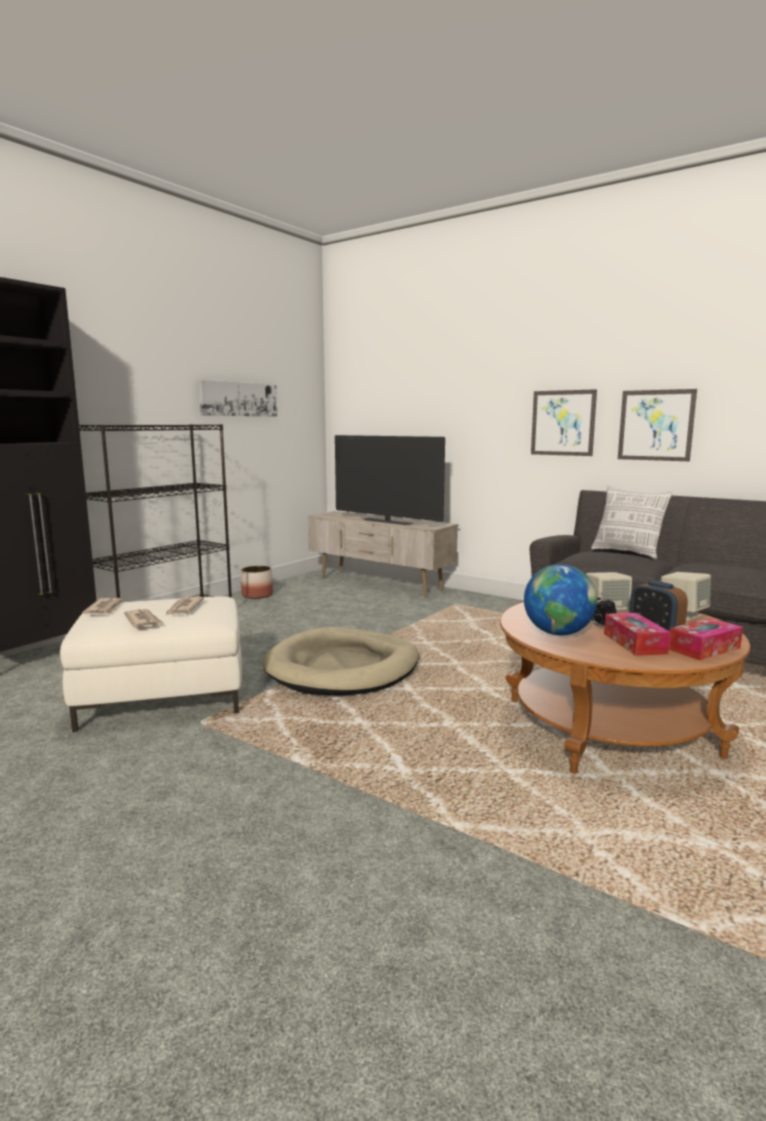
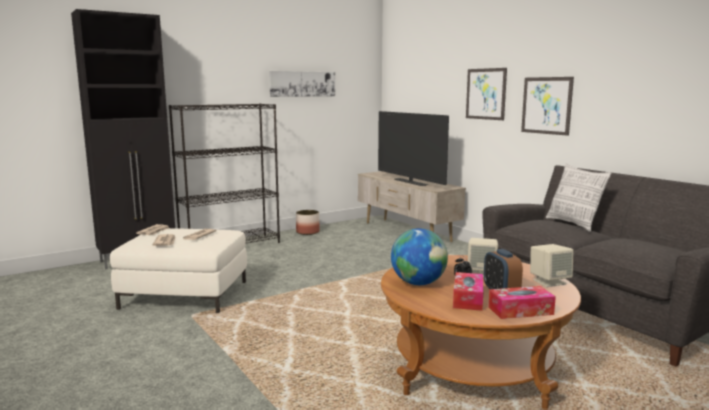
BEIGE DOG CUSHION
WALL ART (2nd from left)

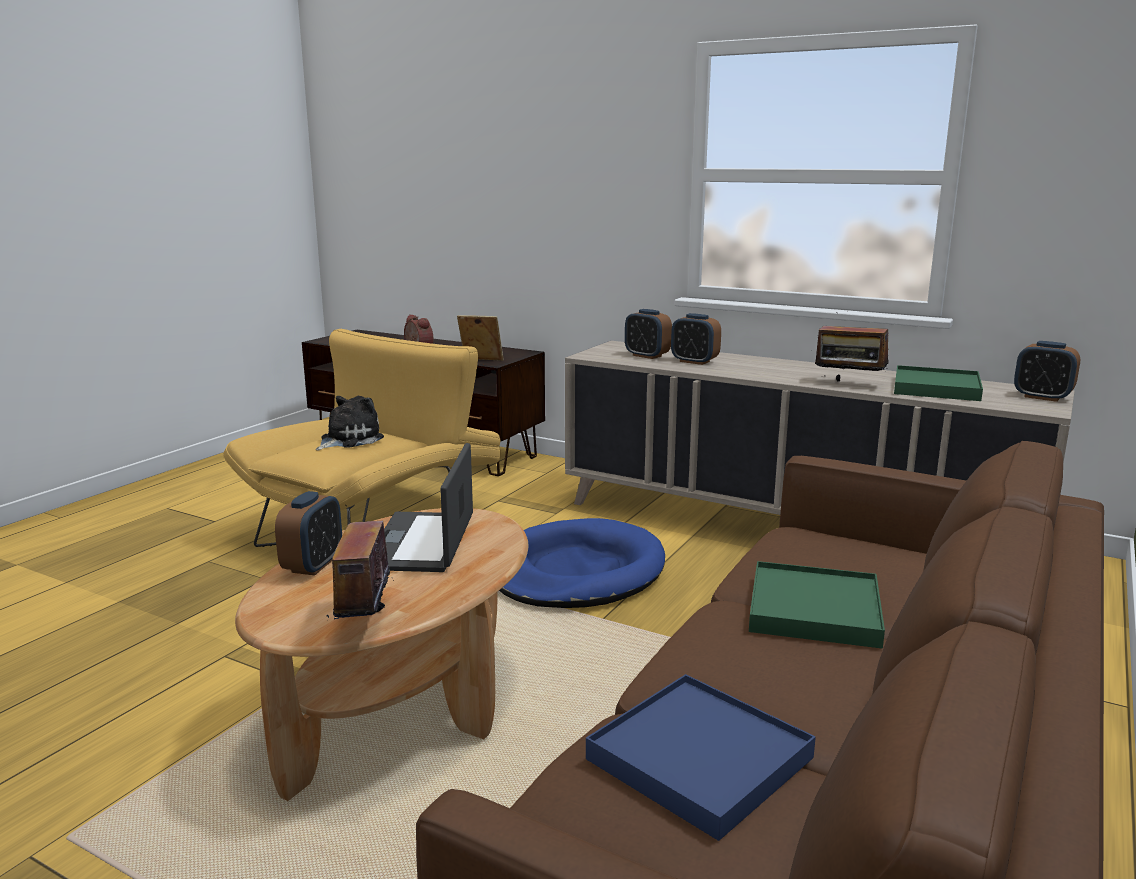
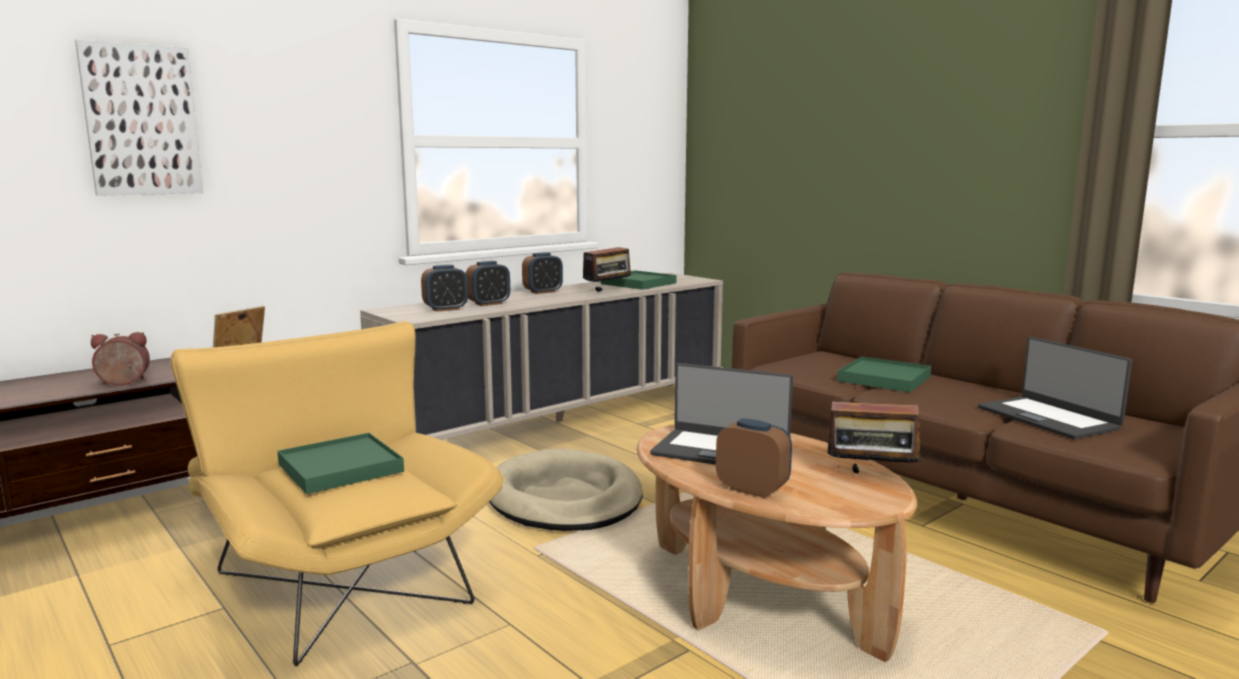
WALL ART
ALARM CLOCK (4th from left)
GREENISH CARRYING TRAY (1st from left)
PORTABLE COMPUTER (2nd from left)
BEIGE DOG CUSHION

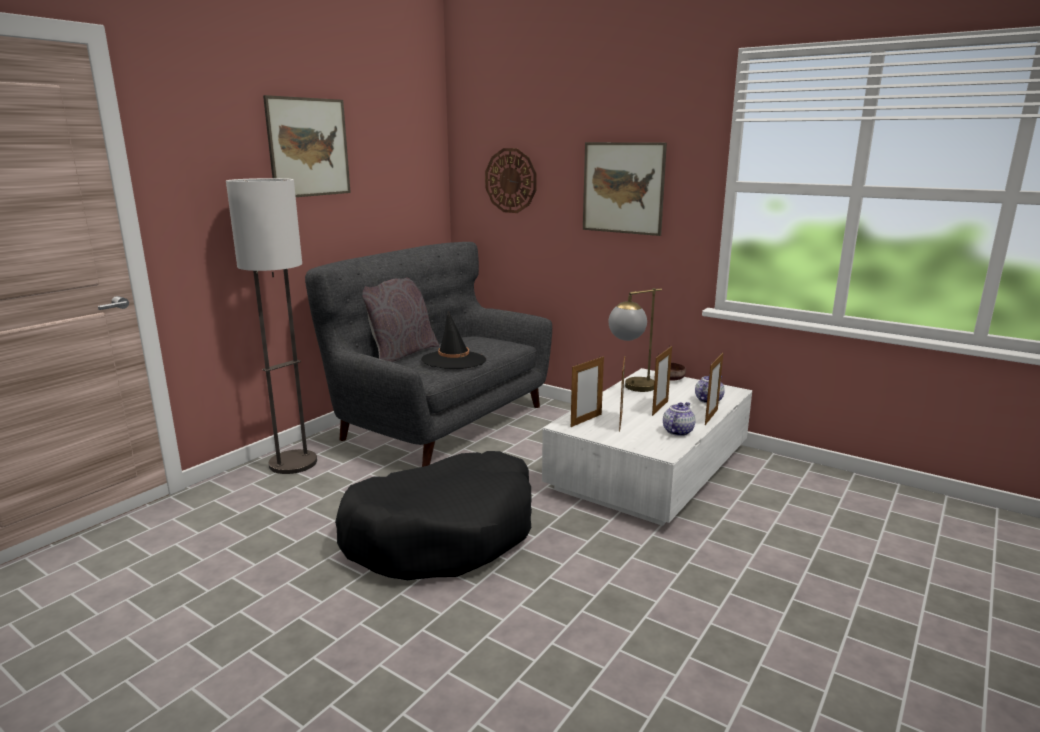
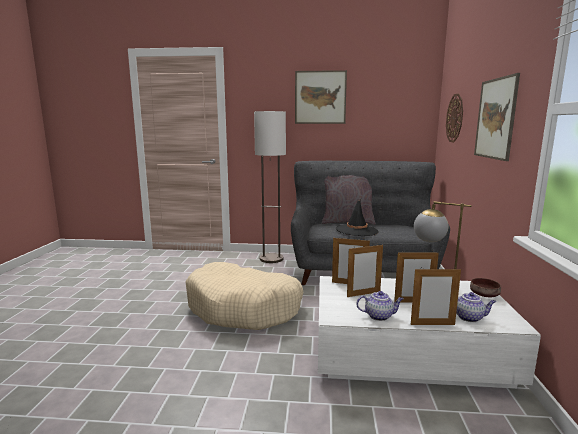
BEIGE DOG CUSHION

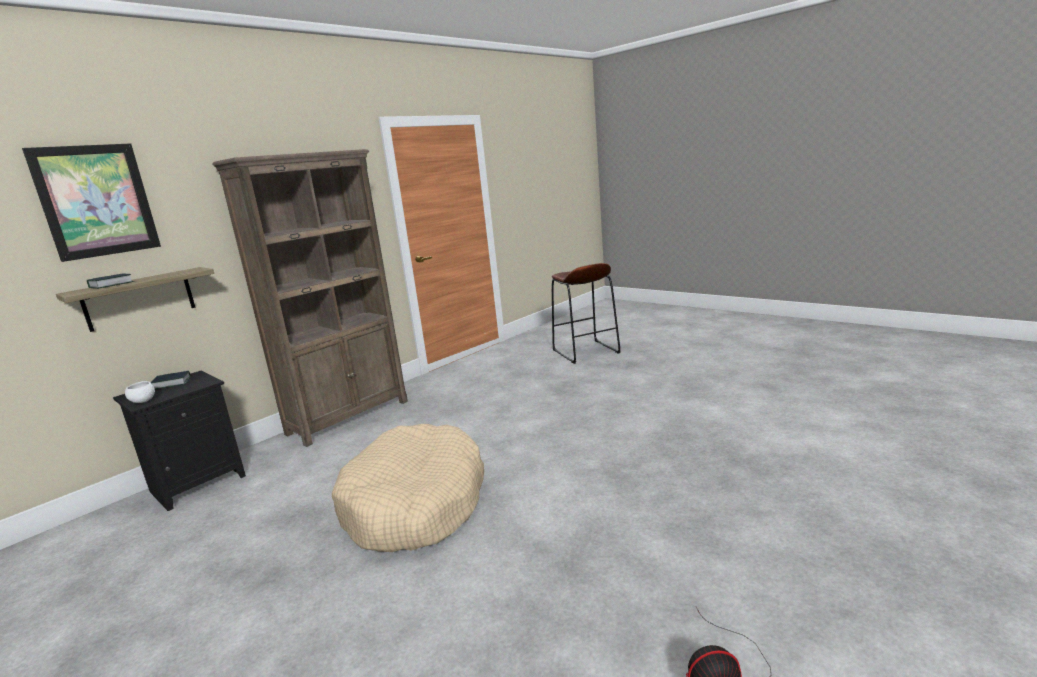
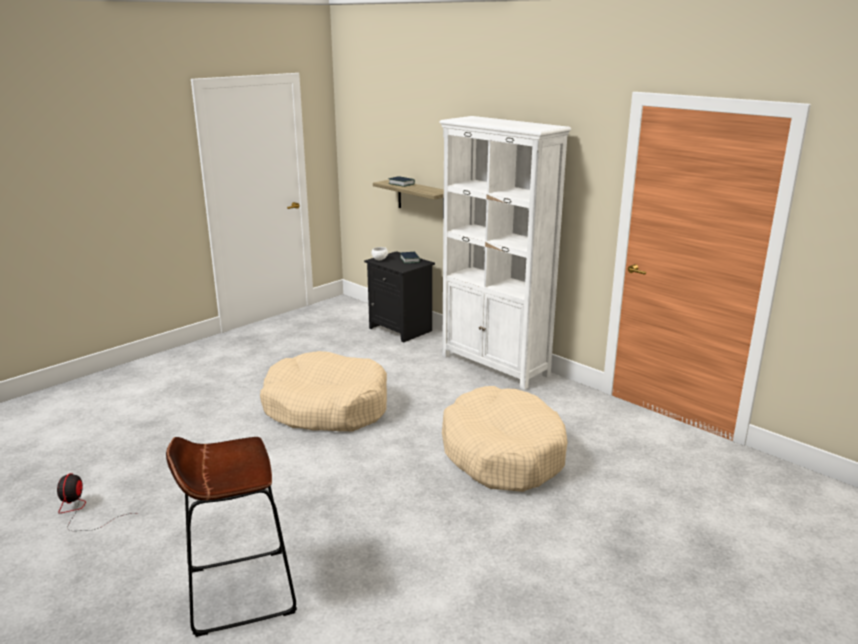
WALL ART
BEIGE DOG CUSHION (2nd from left)
BROWN STOOL SEAT
WHITISH BOOKSHELF

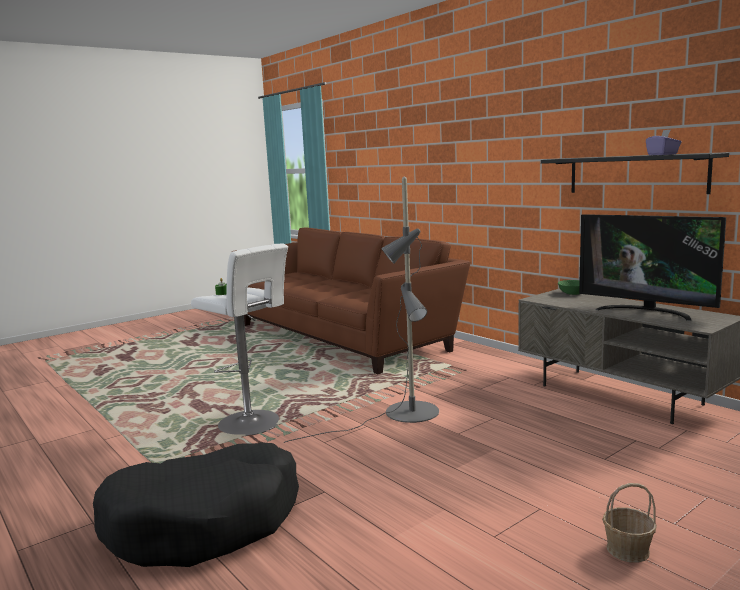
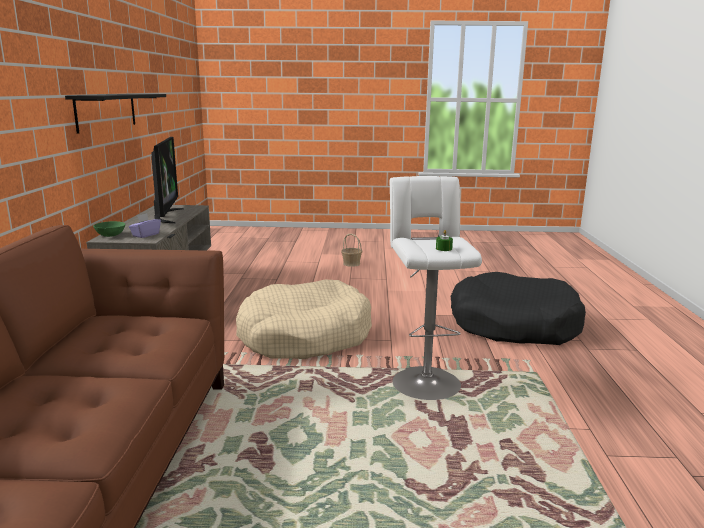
PURPLE-COLOURED TISSUE HOLDER
BEIGE DOG CUSHION

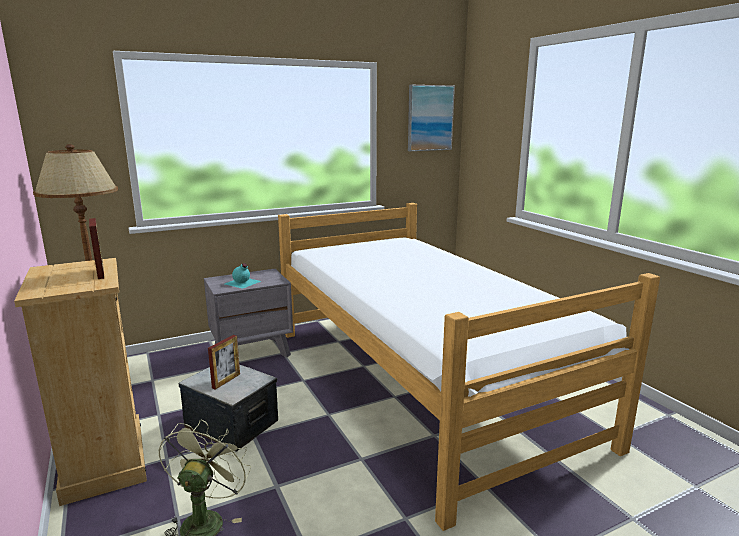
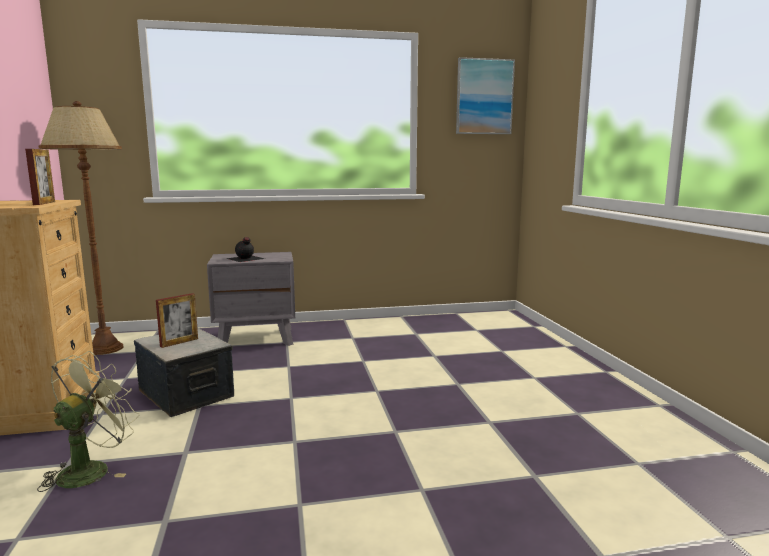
BEDROOM BED
BLACK-COLOURED BOTTLE

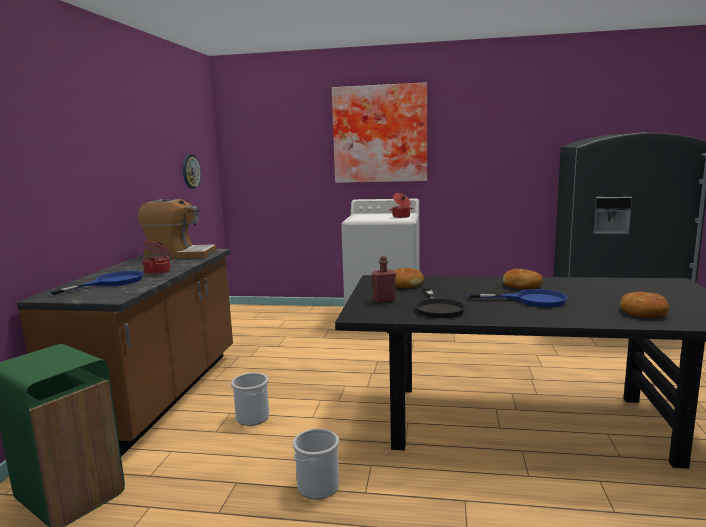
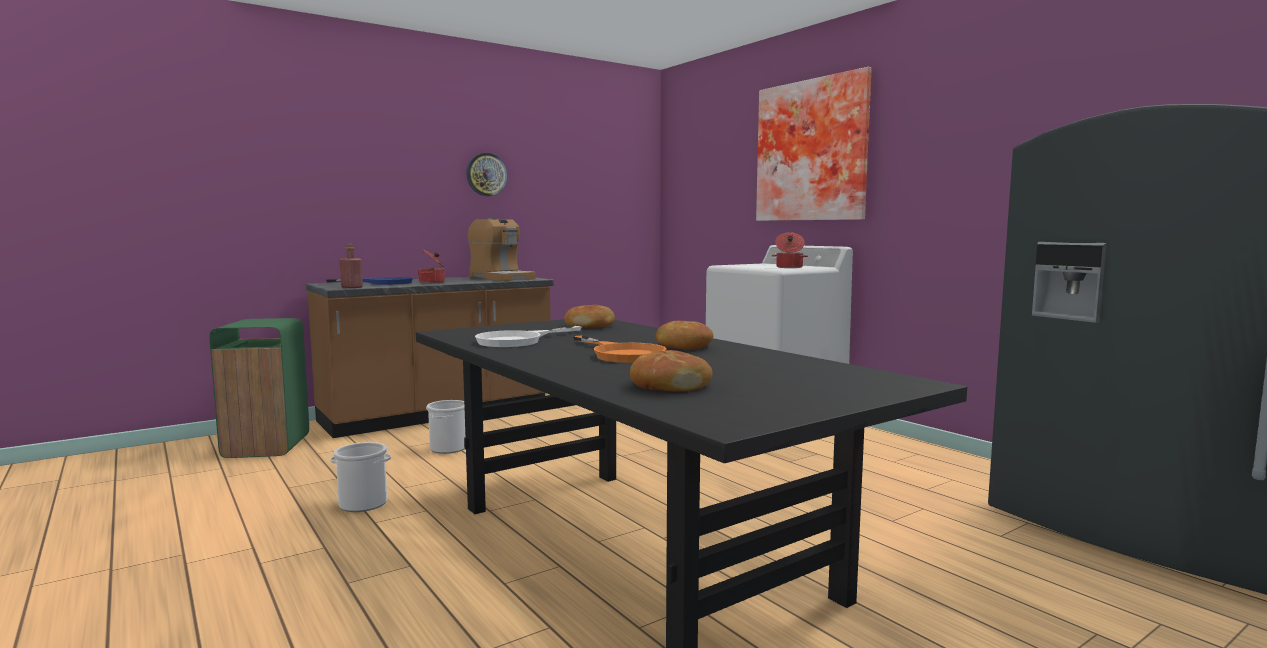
HANGING CLOCK
RED BOTTLE
WHITISH PAN
ORANGEY PAN

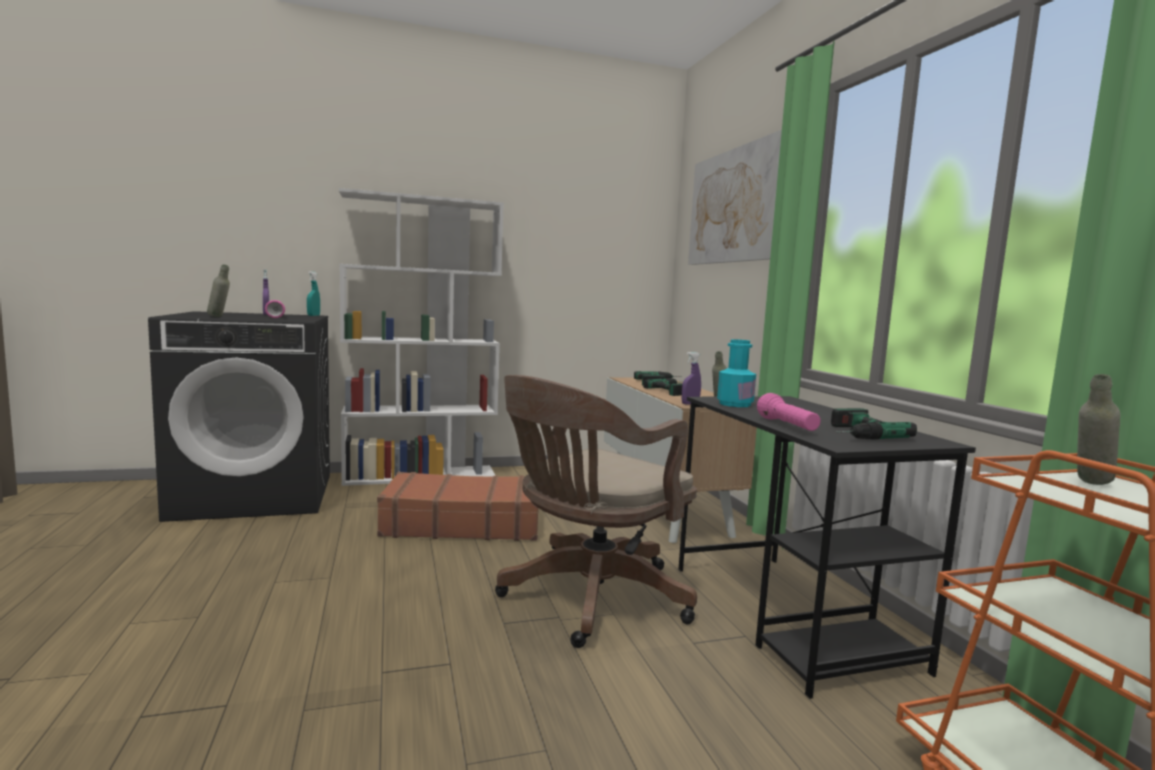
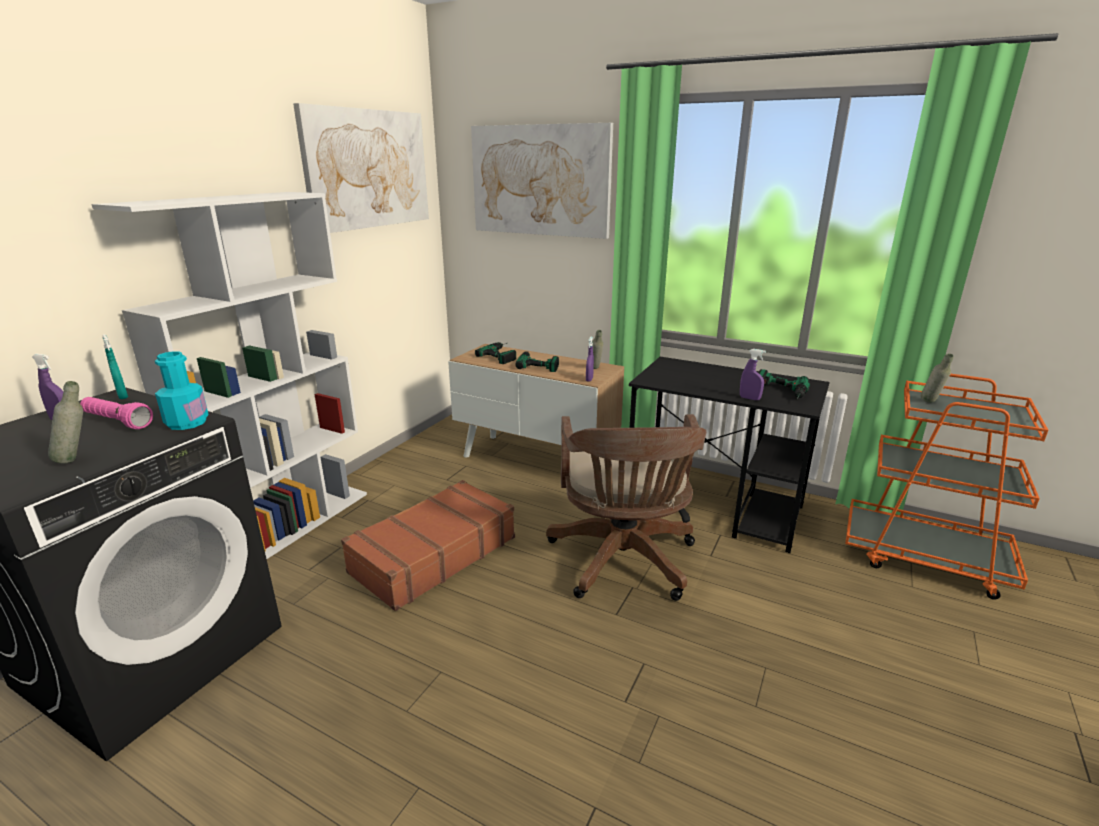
WALL ART (1st from left)
TURQUOISE-COLOURED BOTTLE
PURPLE-COLOURED SPRAYER (3rd from left)

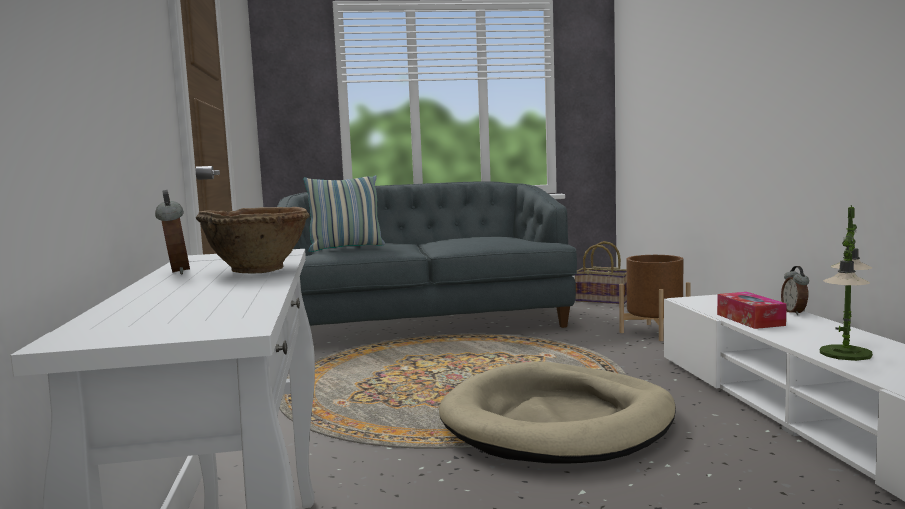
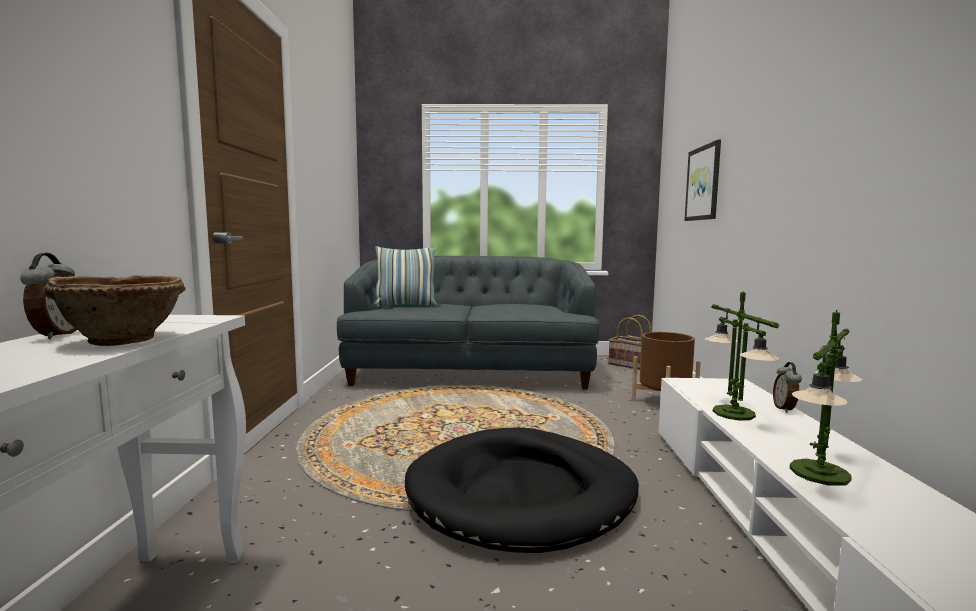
WALL ART
LAMP FOR A TABLE (1st from left)
BLACK-COLOURED DOG CUSHION

